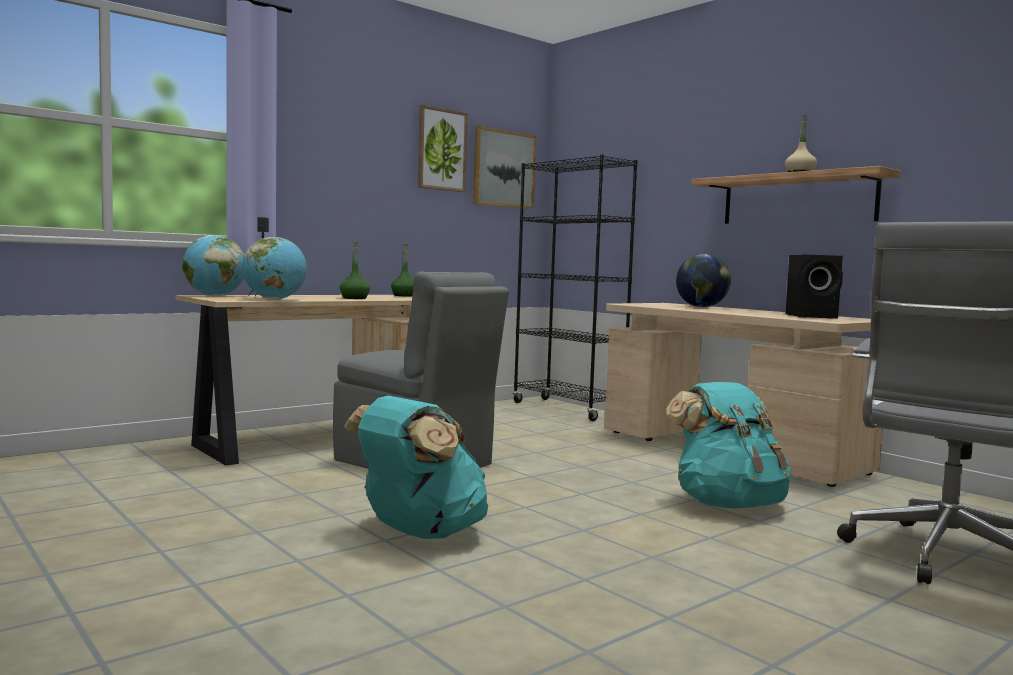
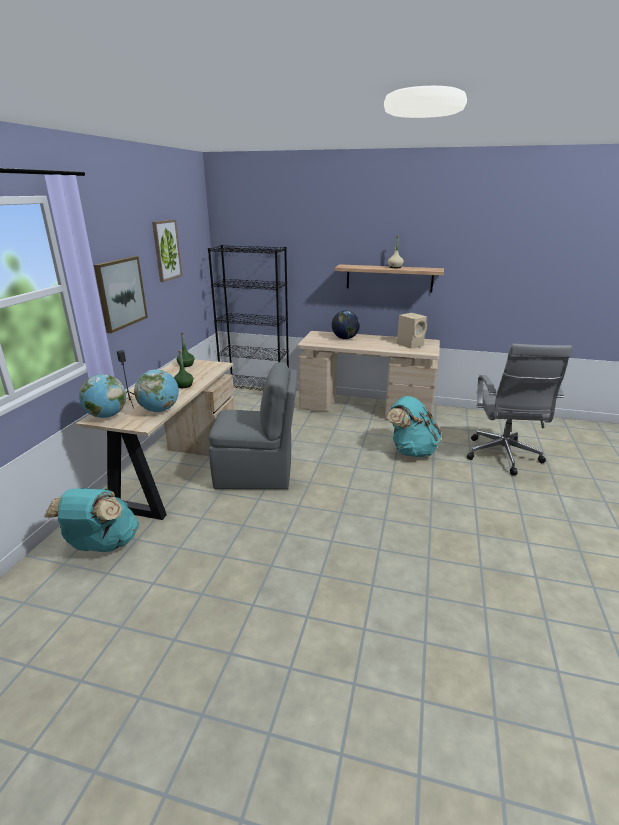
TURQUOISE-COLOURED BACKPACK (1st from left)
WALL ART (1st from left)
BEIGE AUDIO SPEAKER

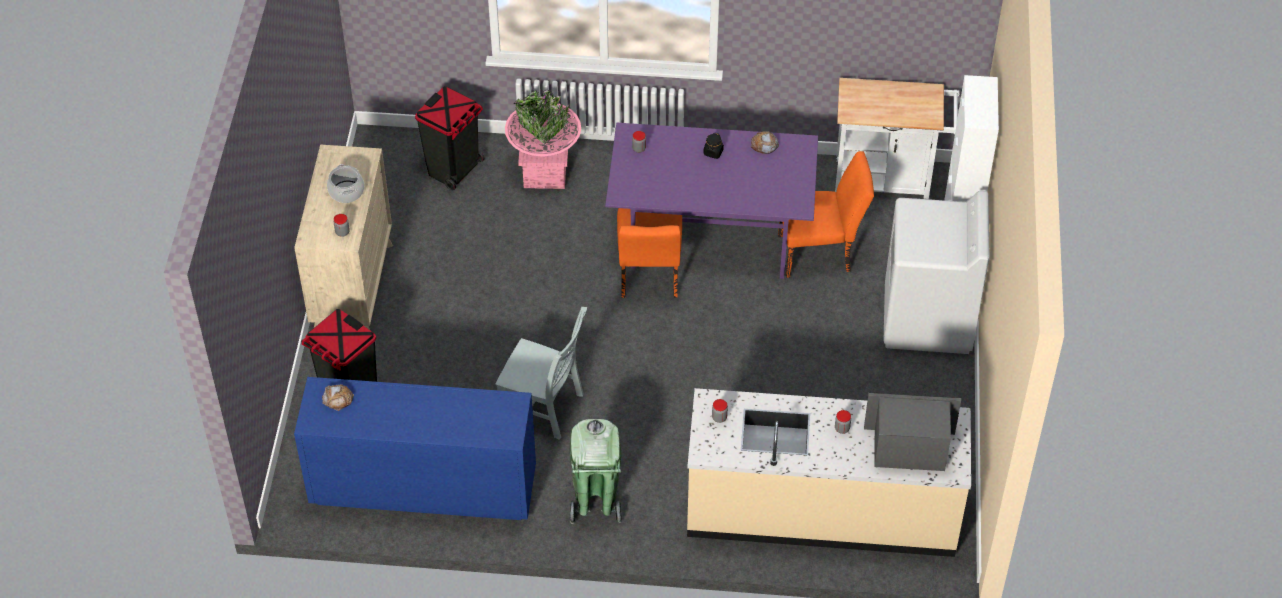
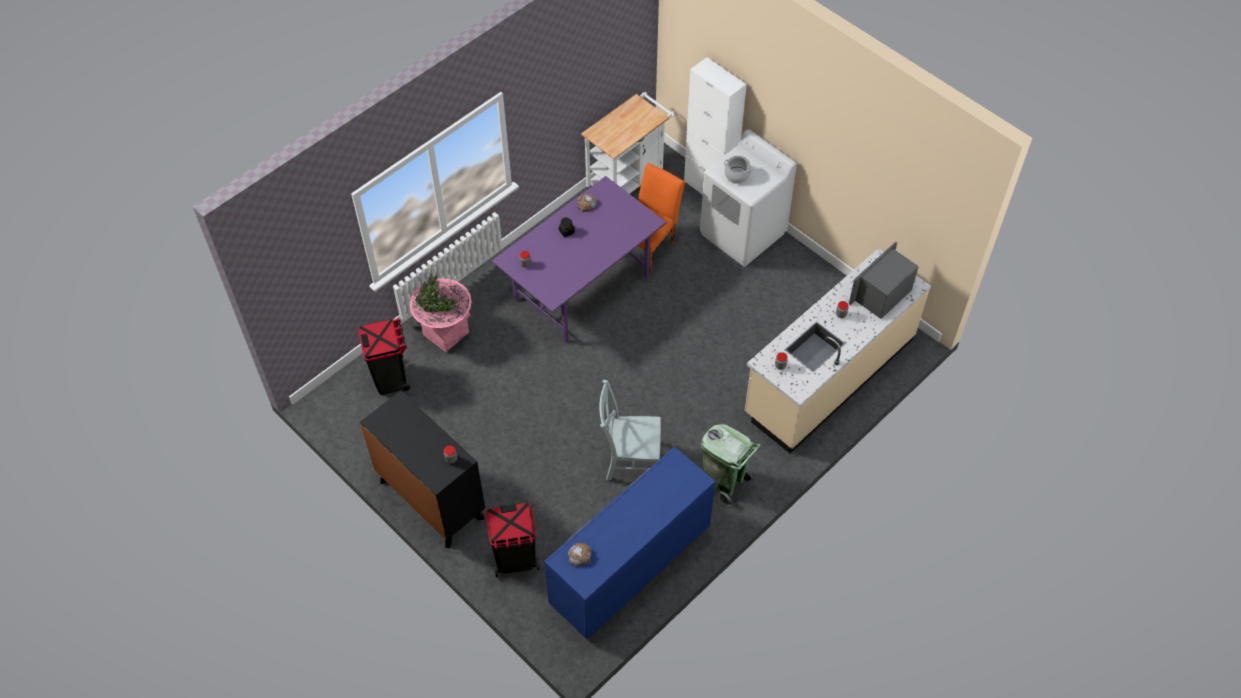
ORANGEY UPRIGHT CHAIR (1st from left in the first image)
SAUCEPOT
BLACK-COLOURED CHEST OF DRAWERS
GRAY UPRIGHT CHAIR

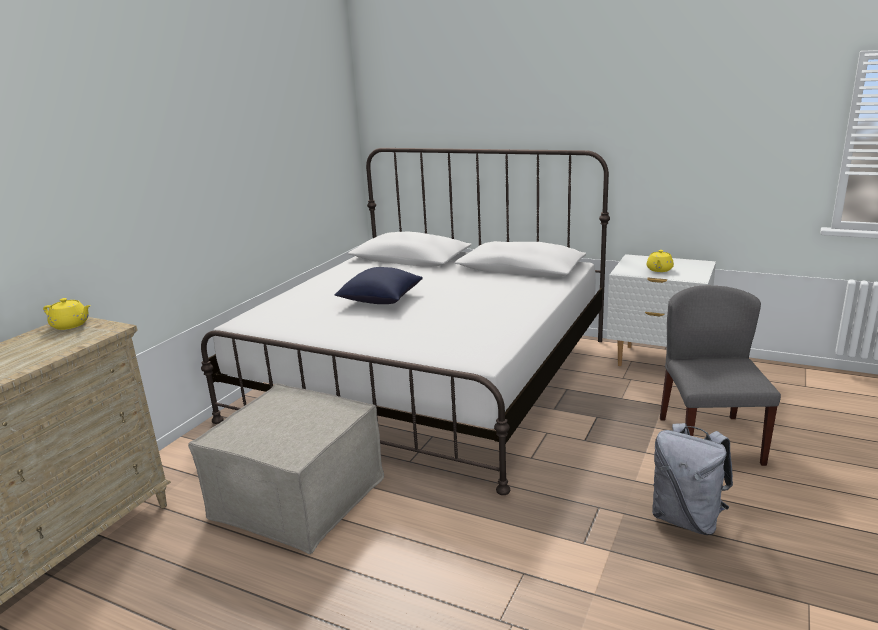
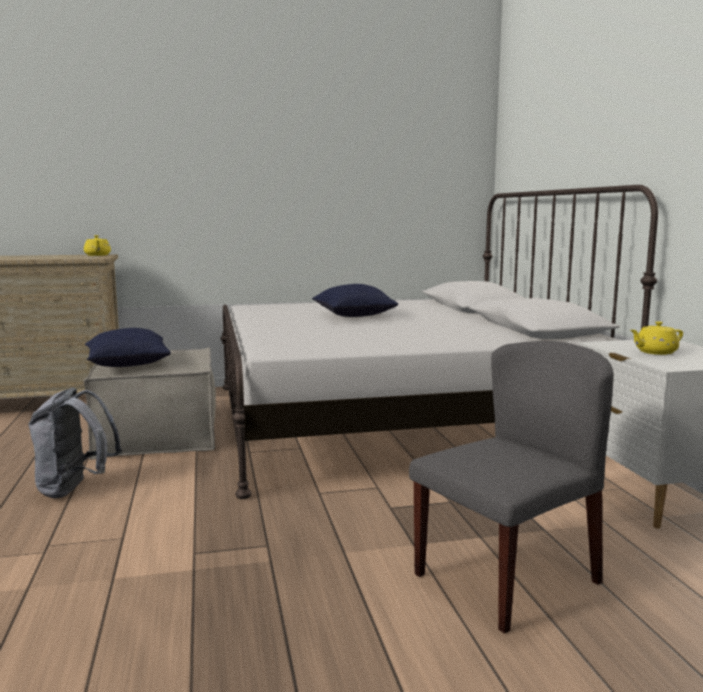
BLUISH CUSHION (1st from left)
GRAY BACKPACK

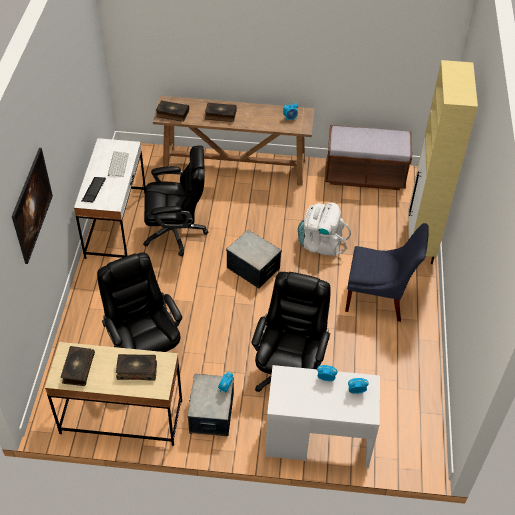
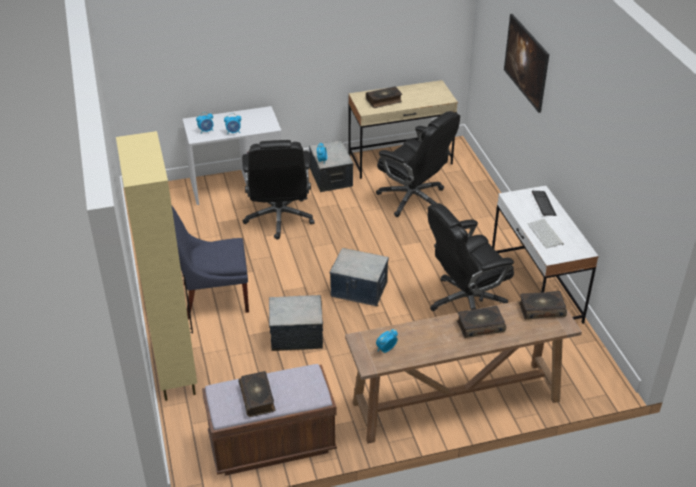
BOOK (1st from left)
STORAGE BOX (1st from left)

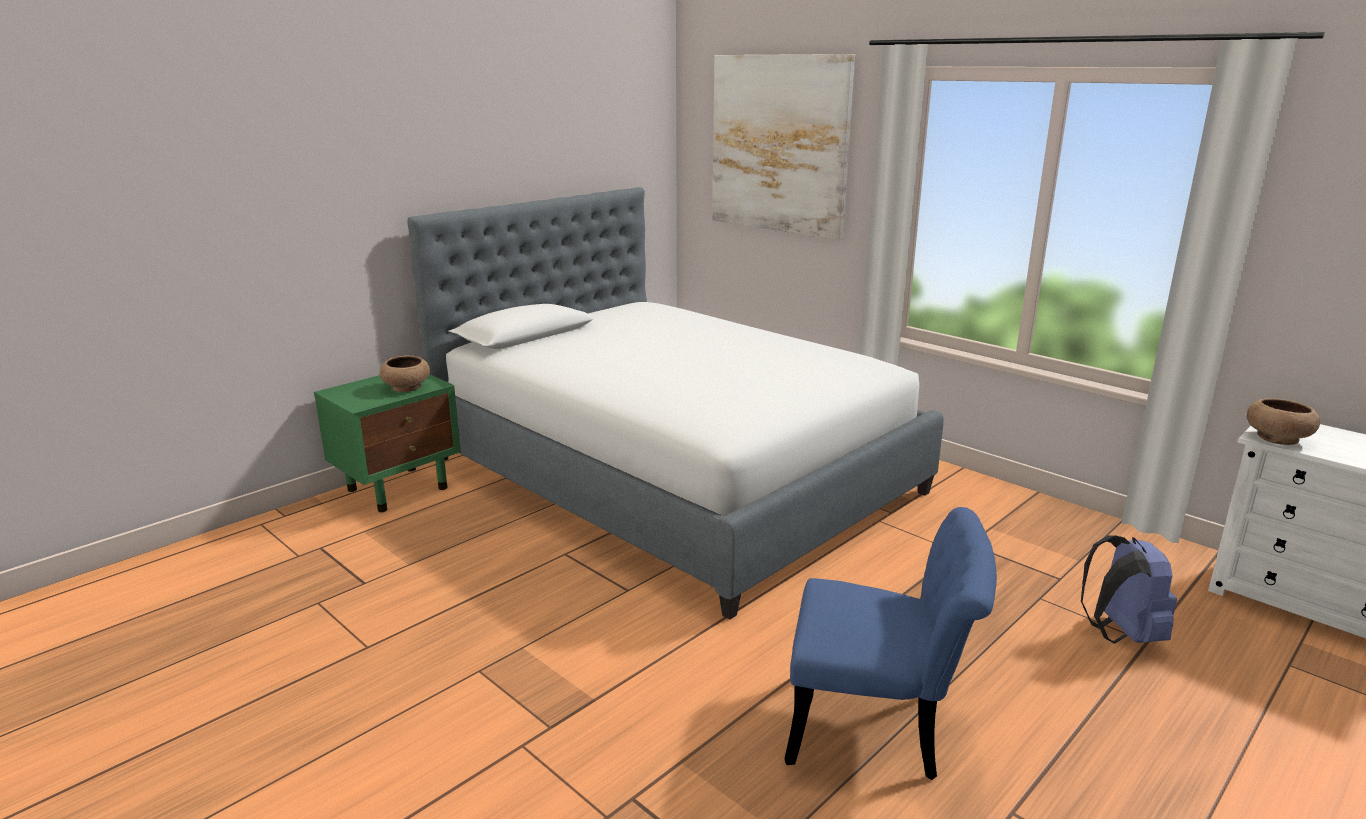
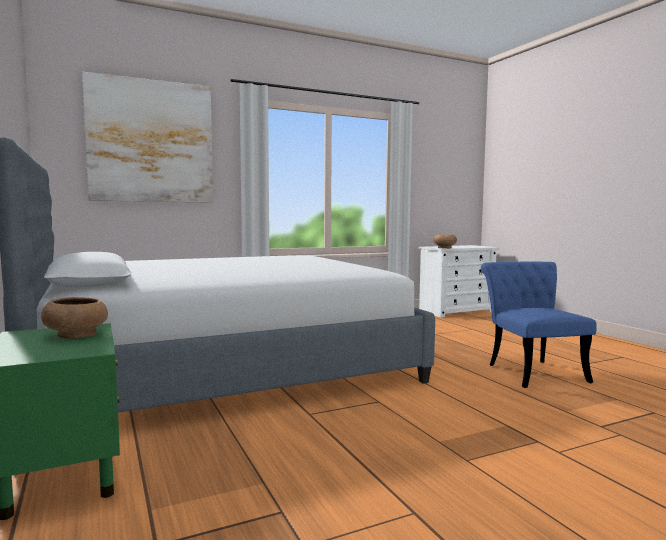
BLUISH BACKPACK
BLUISH UPRIGHT CHAIR

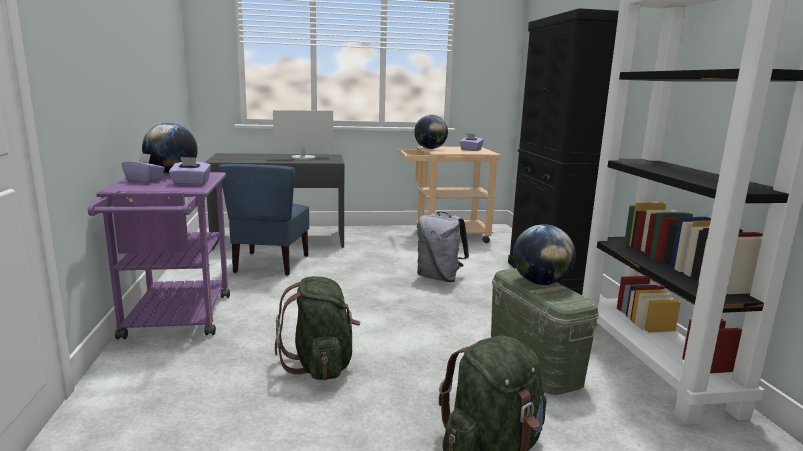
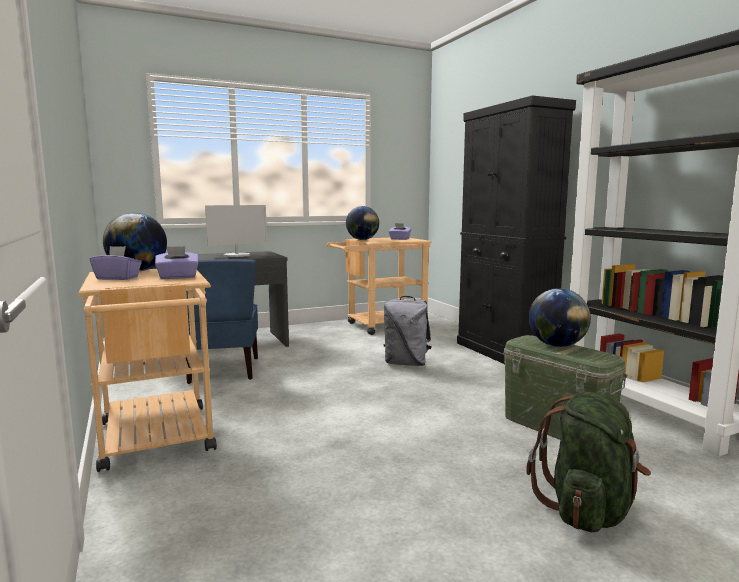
GREENISH BACKPACK (1st from left in the first image)
BEIGE TROLLEY (1st from left)

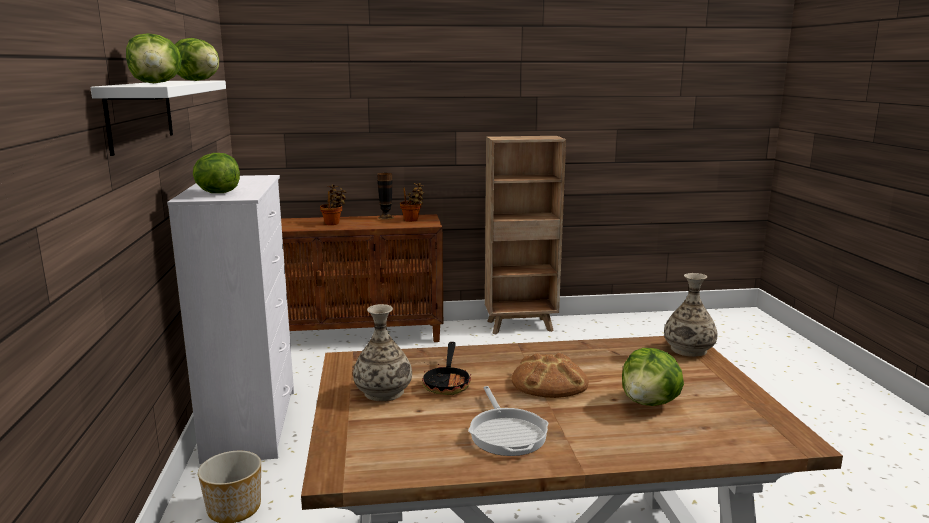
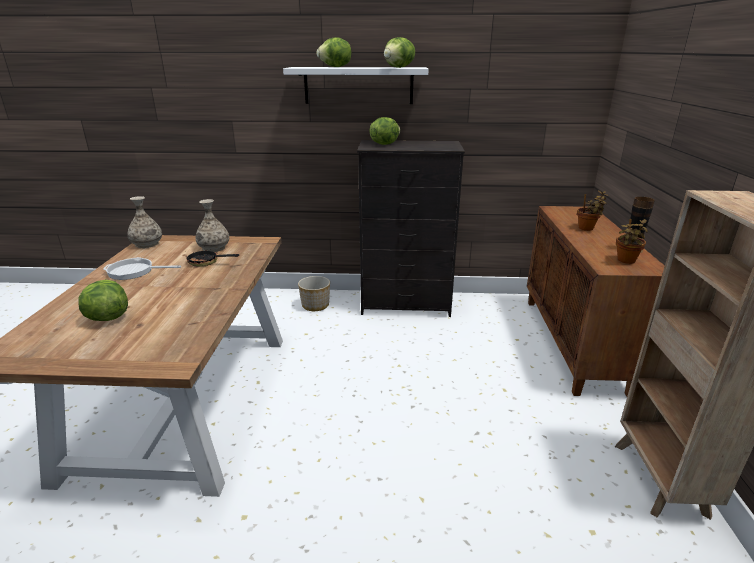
BREAD
VASE (1st from left)
BLACK-COLOURED CHEST OF DRAWERS

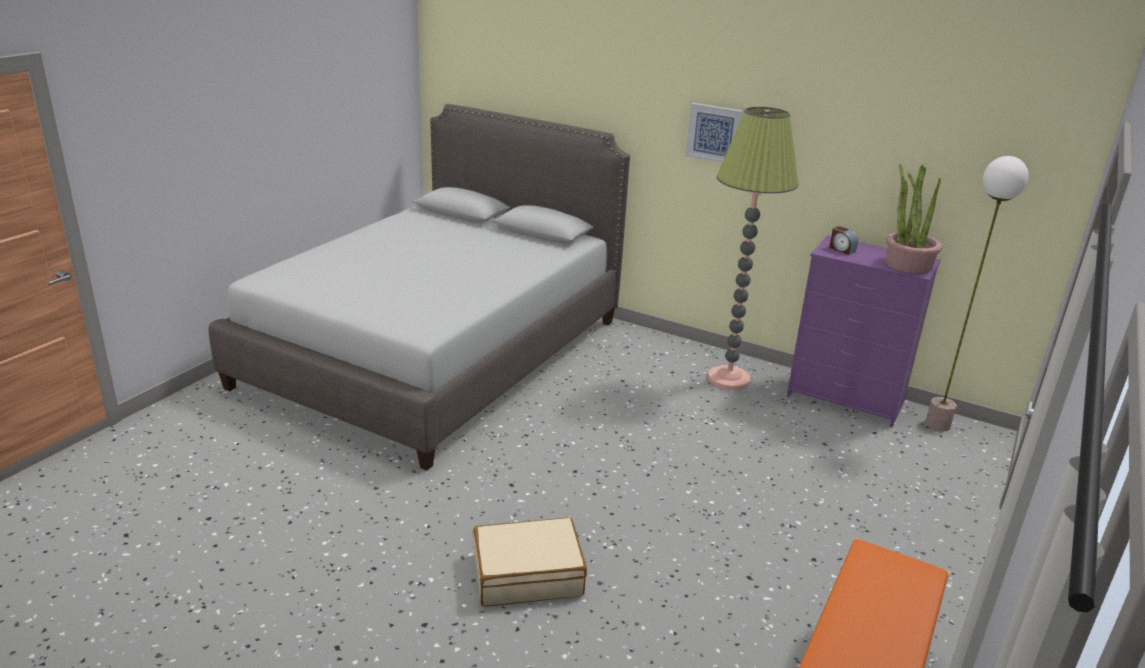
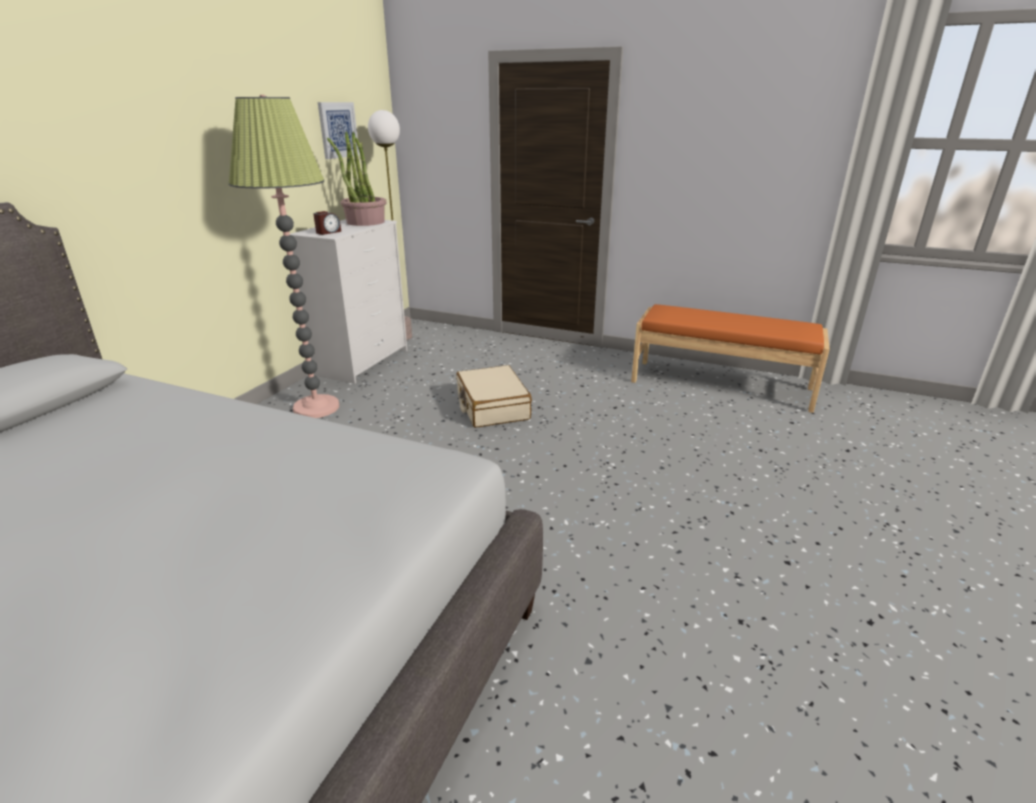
BEIGE TRAVEL CASE
WALL ART
WHITISH CHEST OF DRAWERS

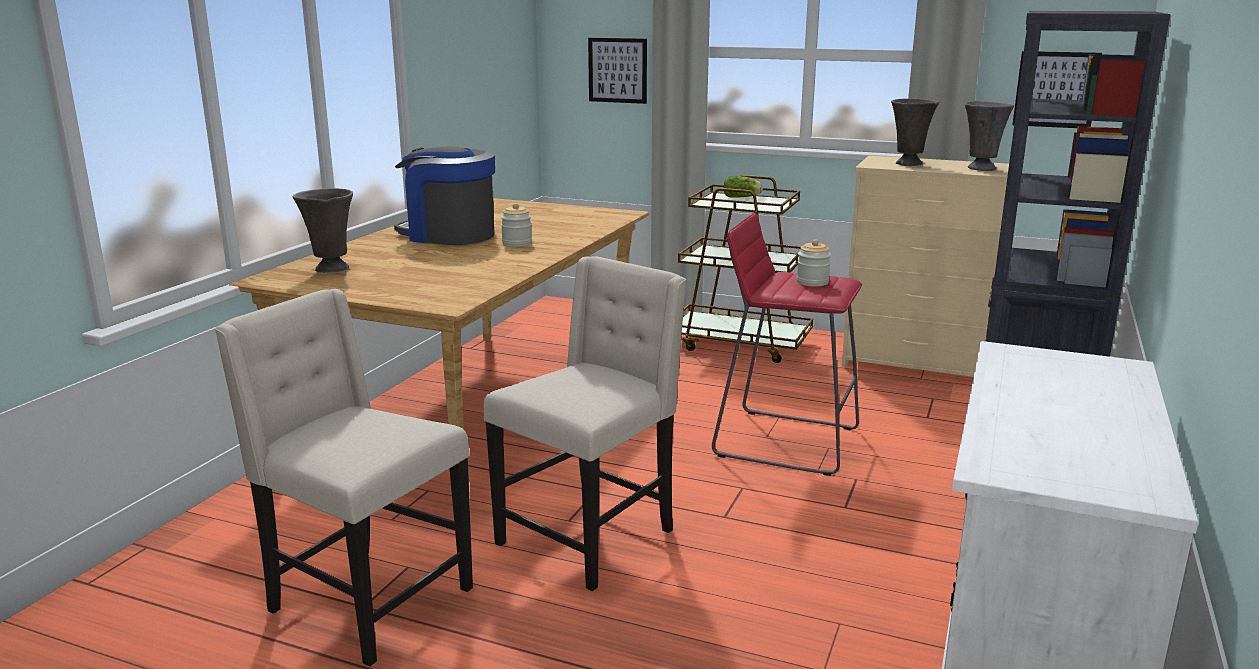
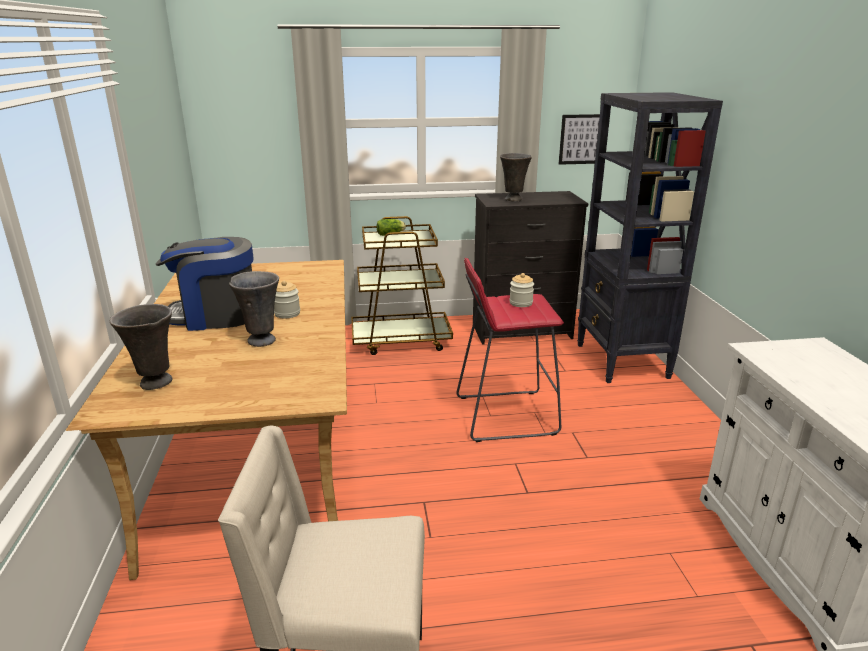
BEIGE UPRIGHT CHAIR (2nd from left in the first image)
WALL ART (1st from left in the first image)
GRAY VASE (2nd from left)
BLACK-COLOURED CHEST OF DRAWERS

